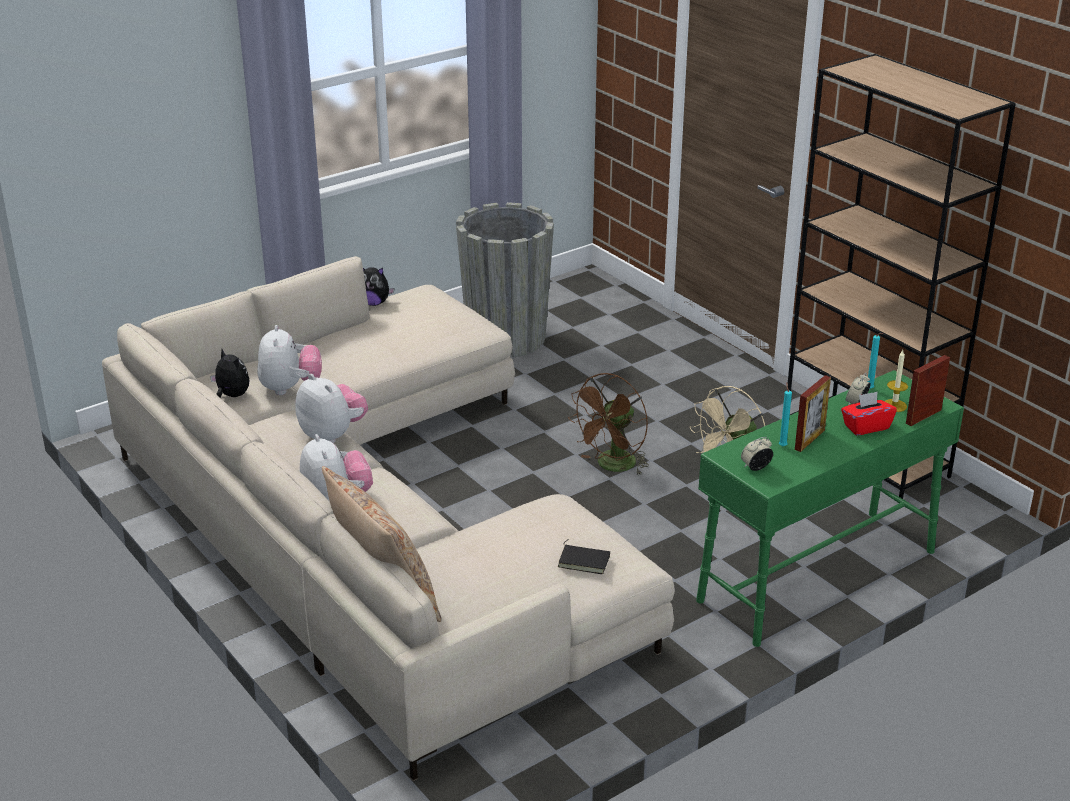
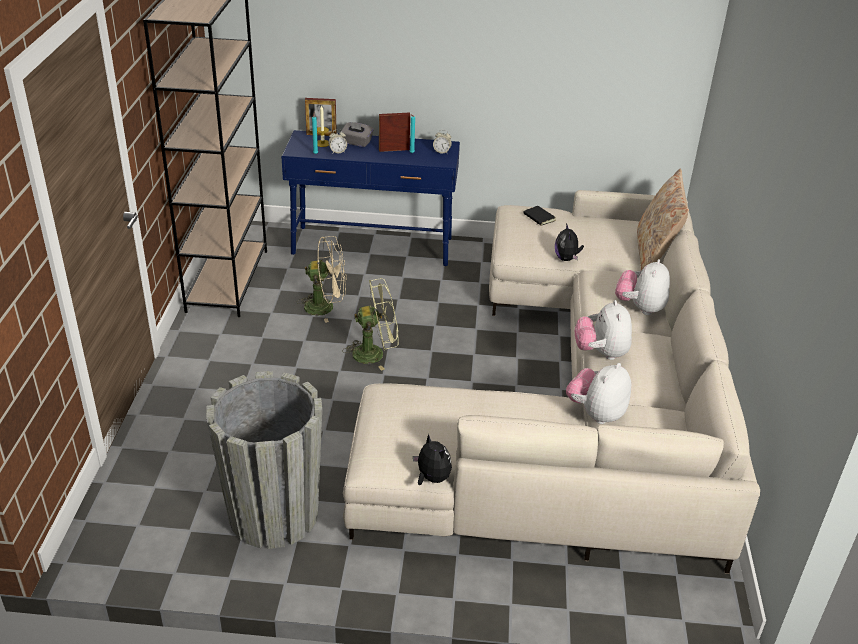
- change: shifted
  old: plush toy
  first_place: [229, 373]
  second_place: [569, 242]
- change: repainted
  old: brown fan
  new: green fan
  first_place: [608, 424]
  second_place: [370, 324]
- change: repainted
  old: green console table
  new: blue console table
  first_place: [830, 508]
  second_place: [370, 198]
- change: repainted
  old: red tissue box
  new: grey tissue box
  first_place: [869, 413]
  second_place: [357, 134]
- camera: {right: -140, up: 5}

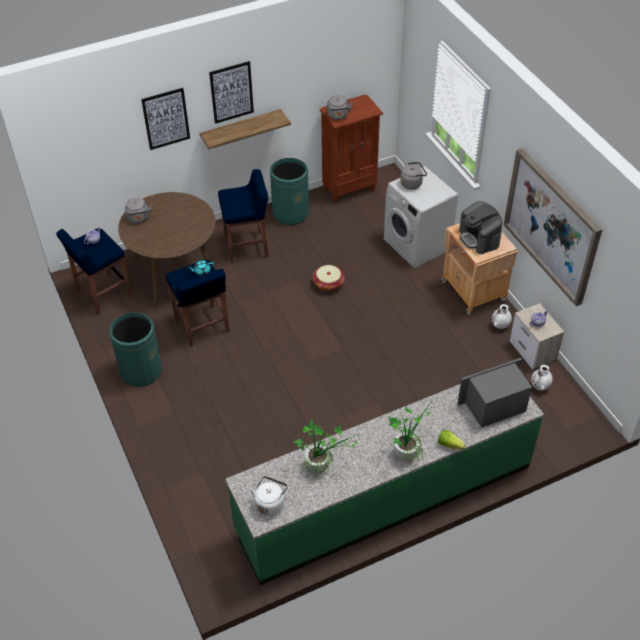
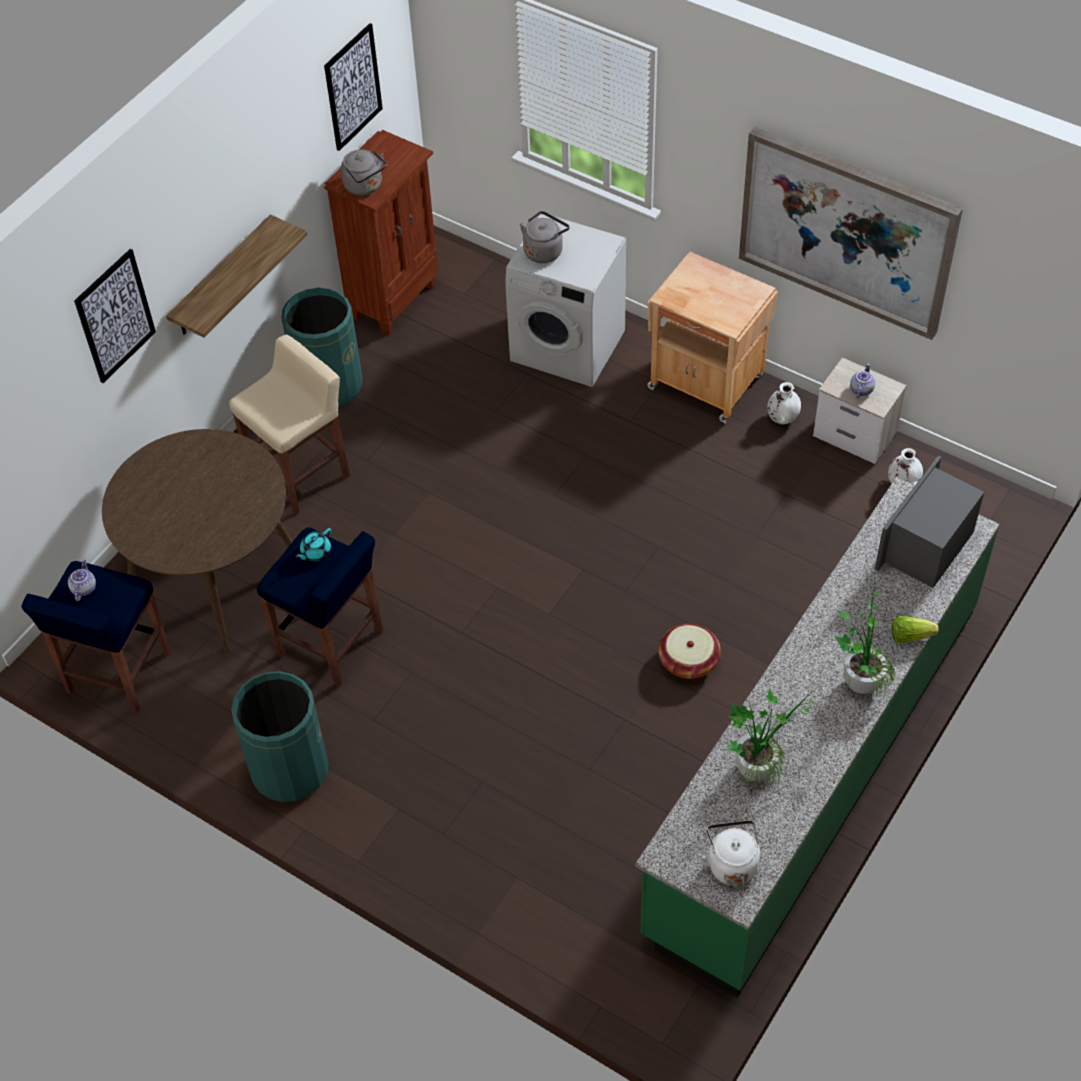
- change: gone
  old: grey kettle
  first_place: [139, 210]
- change: shifted
  old: picture
  first_place: [231, 92]
  second_place: [353, 87]
- change: repainted
  old: blue stool
  new: beige stool
  first_place: [243, 216]
  second_place: [289, 425]
- change: shifted
  old: basket
  first_place: [329, 278]
  second_place: [690, 651]
- change: gone
  old: coffee machine
  first_place: [480, 227]
- camera: {right: -30, up: 5}

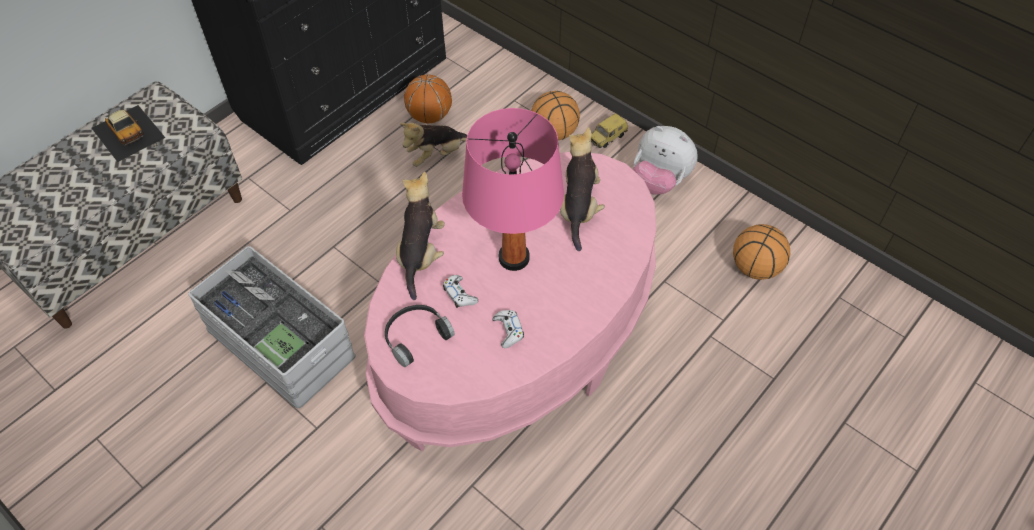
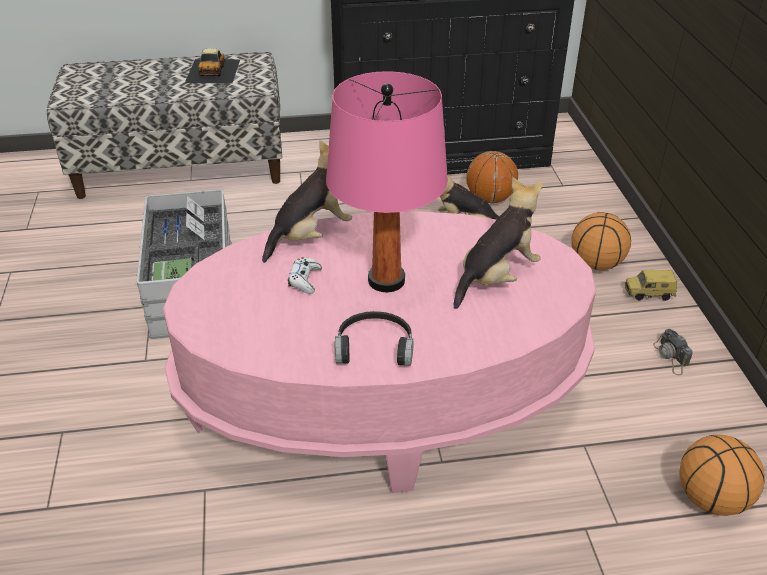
- change: shifted
  old: black headphones
  first_place: [420, 336]
  second_place: [374, 338]
- change: gone
  old: white game controller
  first_place: [508, 329]
- change: swapped
  old: plush toy
  new: photo camera
  first_place: [665, 160]
  second_place: [673, 352]
- camera: {right: 40, up: -15}

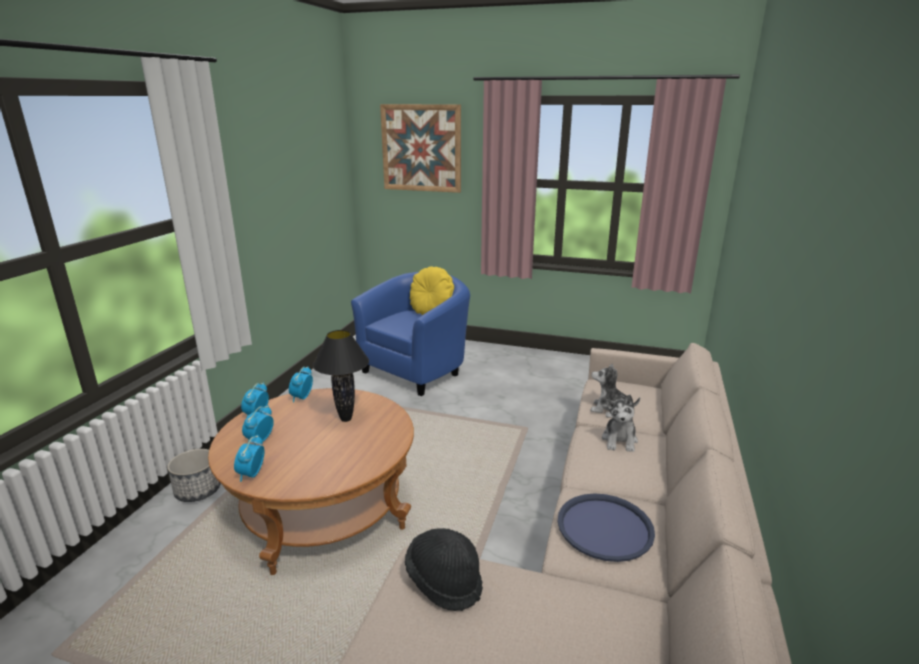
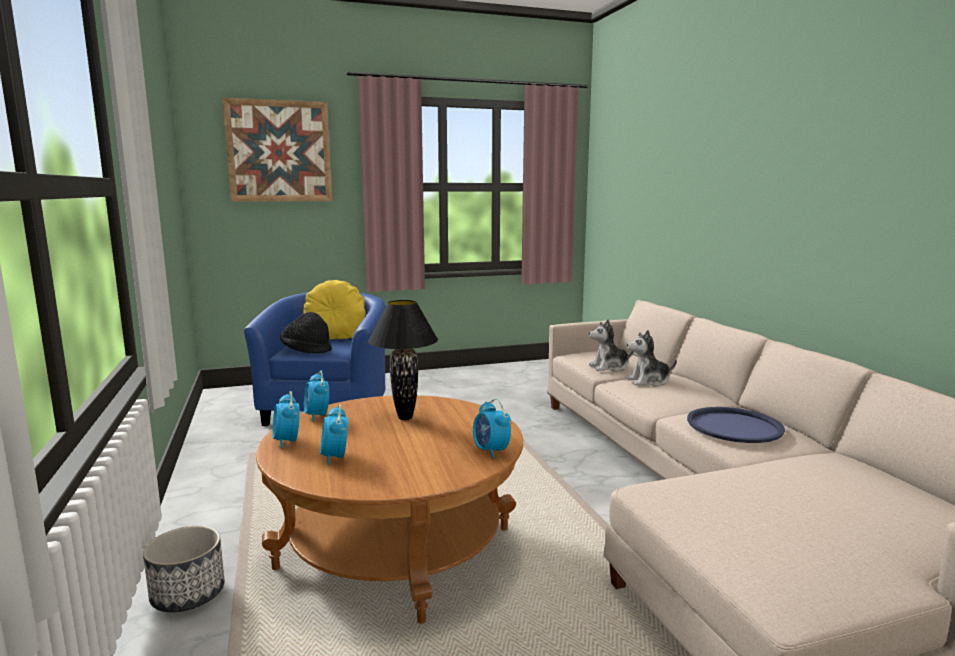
- change: shifted
  old: alarm clock
  first_place: [249, 458]
  second_place: [492, 429]
- change: shifted
  old: black hat
  first_place: [444, 569]
  second_place: [306, 333]
- change: rotated
  old: plush toy
  first_place: [620, 423]
  second_place: [651, 358]
  degrees: 105
- camera: {right: -35, up: -10}

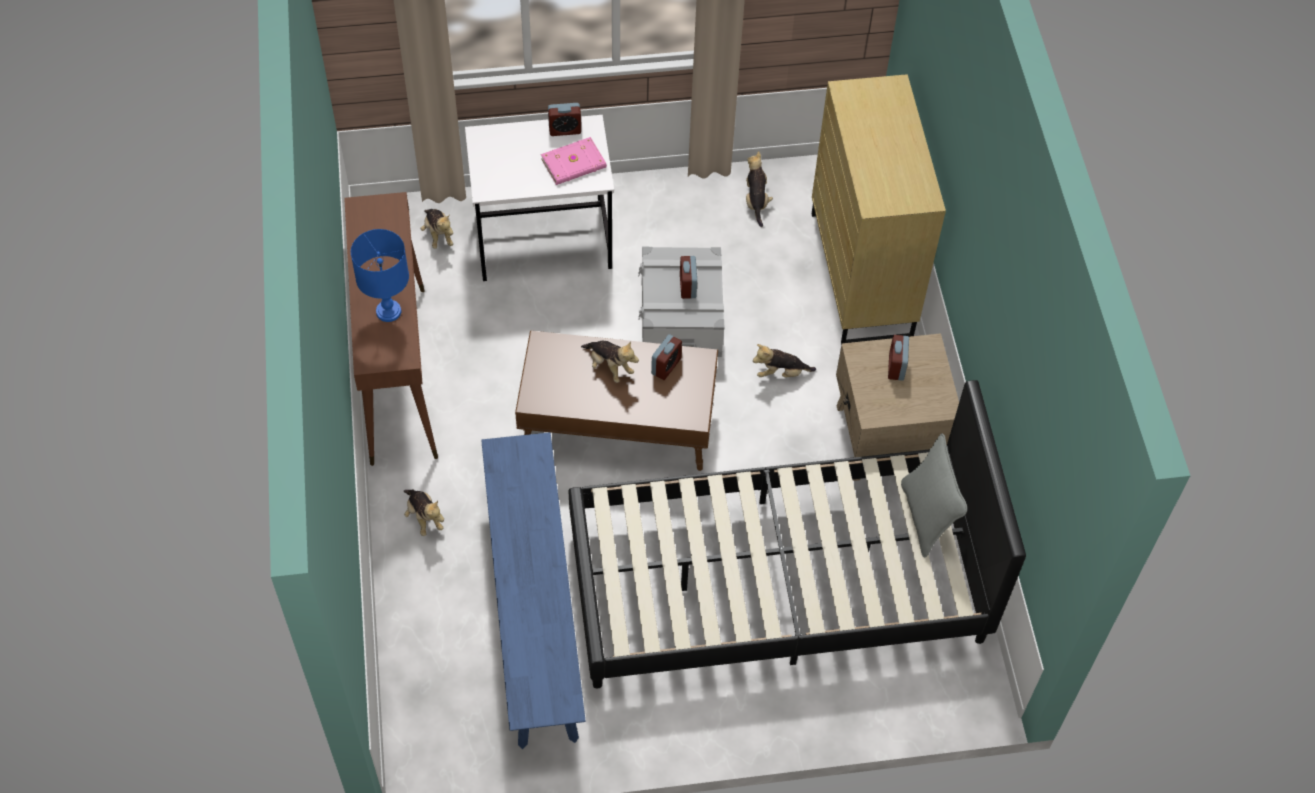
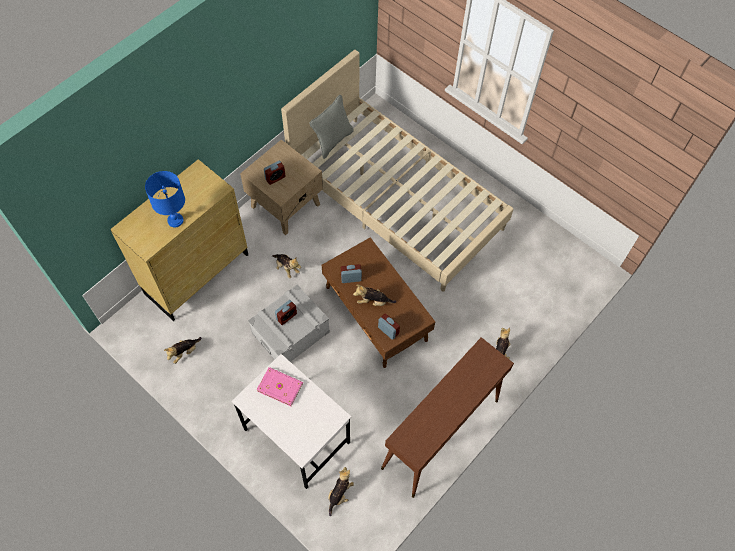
- change: shifted
  old: blue table lamp
  first_place: [380, 275]
  second_place: [165, 199]
- change: gone
  old: blue bench
  first_place: [533, 590]
- change: shifted
  old: alarm clock
  first_place: [564, 119]
  second_place: [389, 327]
- change: repainted
  old: black bed
  new: beige bed
  first_place: [797, 534]
  second_place: [397, 171]
- change: rotated
  old: plush toy
  first_place: [610, 362]
  second_place: [374, 295]
  degrees: -90
- camera: {right: -130, up: 5}

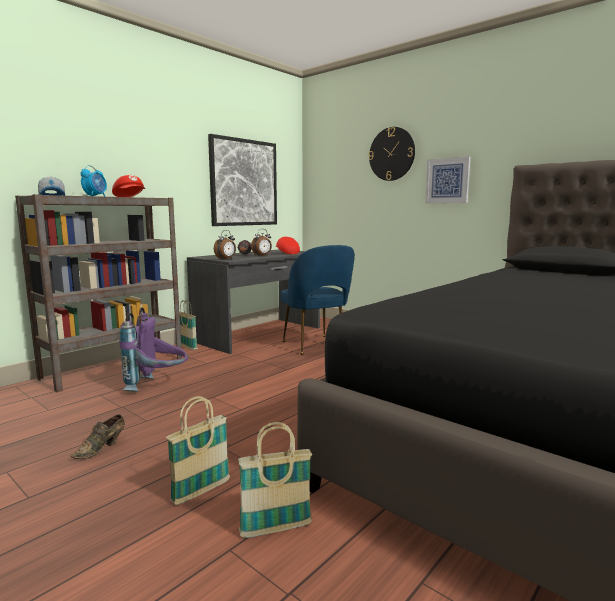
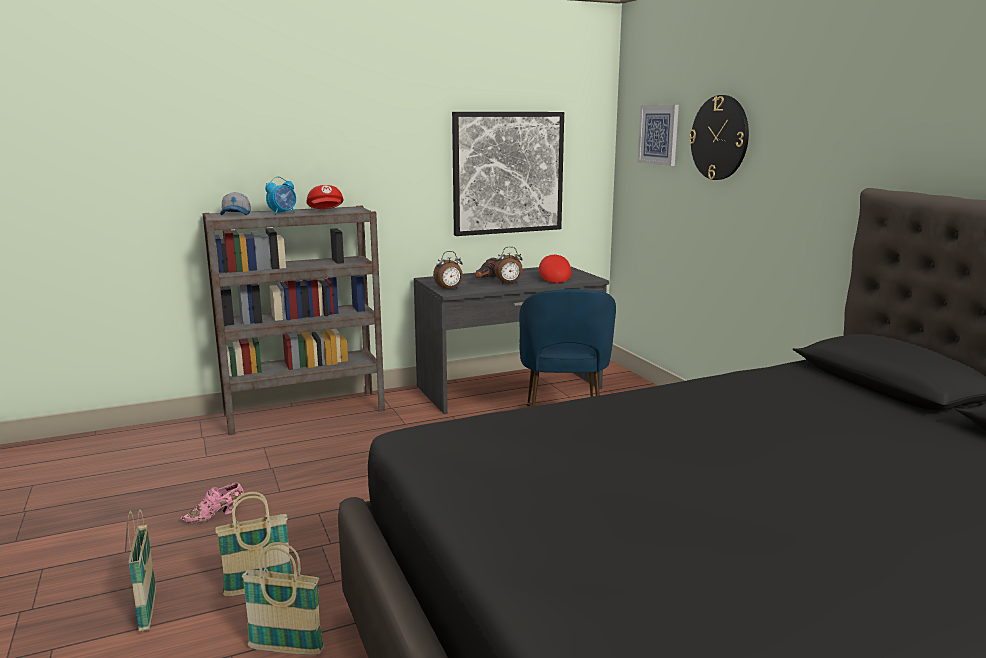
- change: repainted
  old: brown shoe
  new: pink shoe
  first_place: [97, 437]
  second_place: [212, 502]
- change: gone
  old: purple backpack
  first_place: [153, 349]
- change: shifted
  old: basket
  first_place: [189, 325]
  second_place: [142, 570]
- change: shifted
  old: picture
  first_place: [448, 179]
  second_place: [658, 135]
- camera: {right: 25, up: 5}

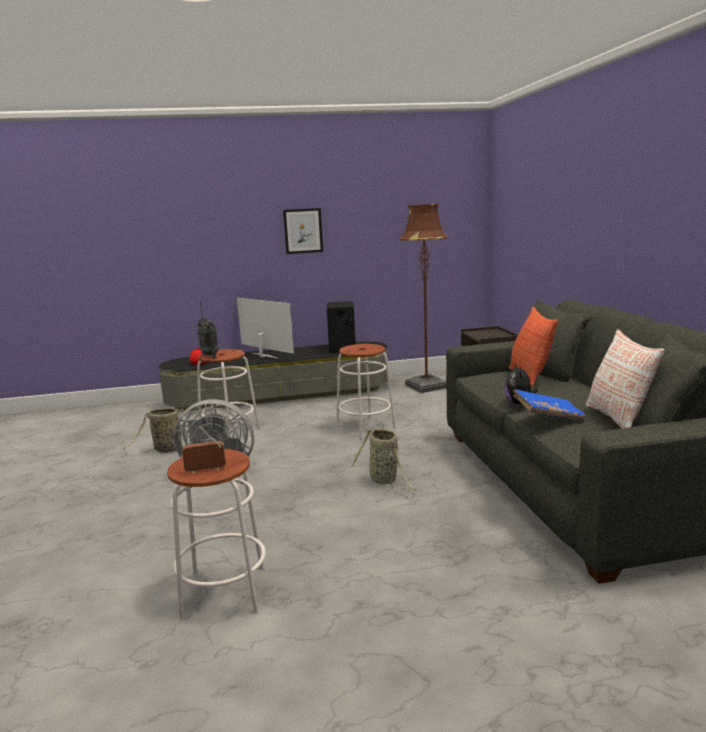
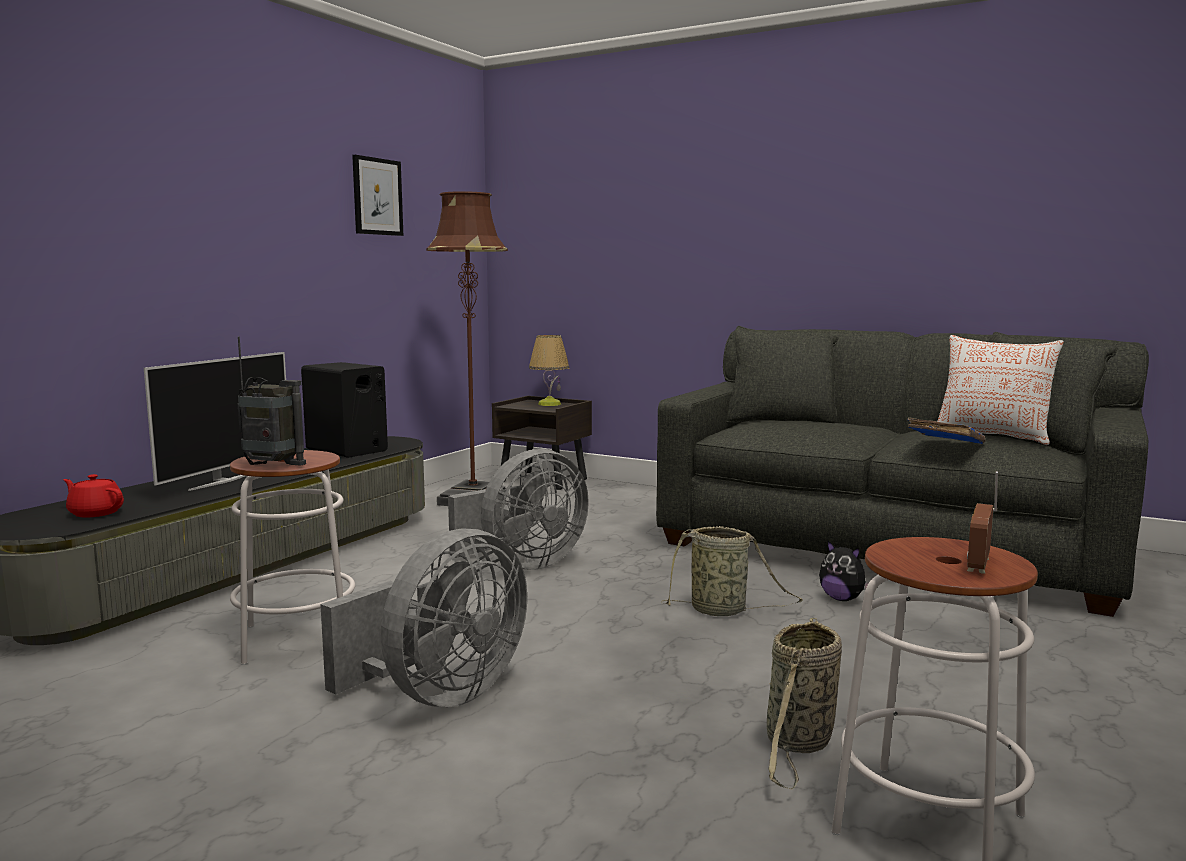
- change: shifted
  old: basket
  first_place: [155, 431]
  second_place: [804, 703]
- change: rotated
  old: television
  first_place: [265, 328]
  second_place: [215, 421]
  degrees: 120
- change: shifted
  old: picture
  first_place: [303, 231]
  second_place: [377, 195]
- change: swapped
  old: white stool
  new: grey fan
  first_place: [366, 391]
  second_place: [518, 509]
- change: shifted
  old: plush toy
  first_place: [521, 383]
  second_place: [844, 571]
- change: gone
  old: orange pillow
  first_place: [533, 347]
- change: new
  new: table lamp
  second_place: [549, 370]
- camera: {right: -50, up: -5}

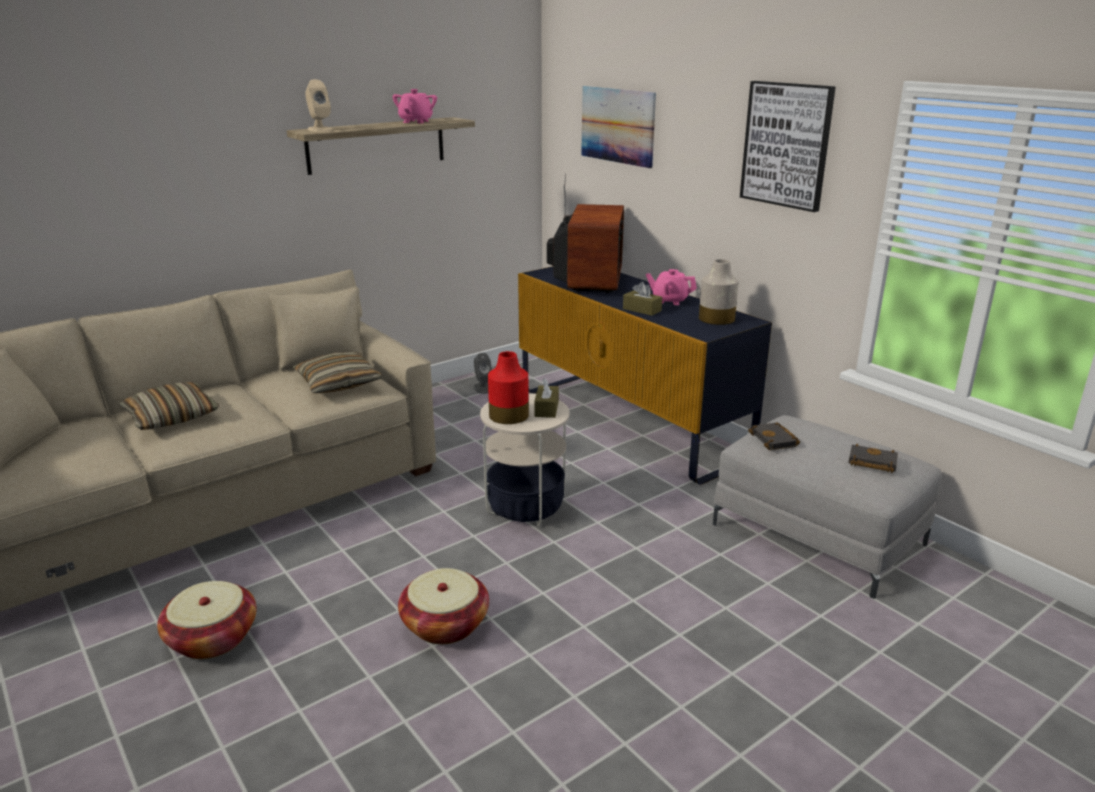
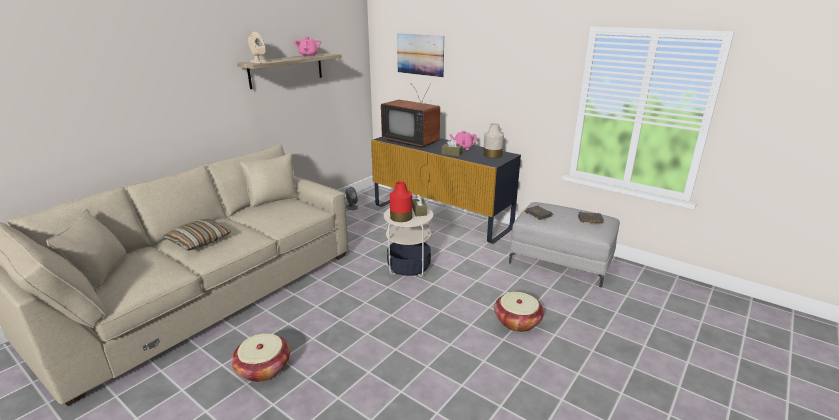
- change: gone
  old: pillow
  first_place: [337, 372]
- change: shifted
  old: basket
  first_place: [443, 606]
  second_place: [519, 312]
- change: rotated
  old: television
  first_place: [585, 233]
  second_place: [410, 116]
  degrees: 135
- change: gone
  old: picture
  first_place: [788, 146]
- camera: {right: -15, up: 0}

